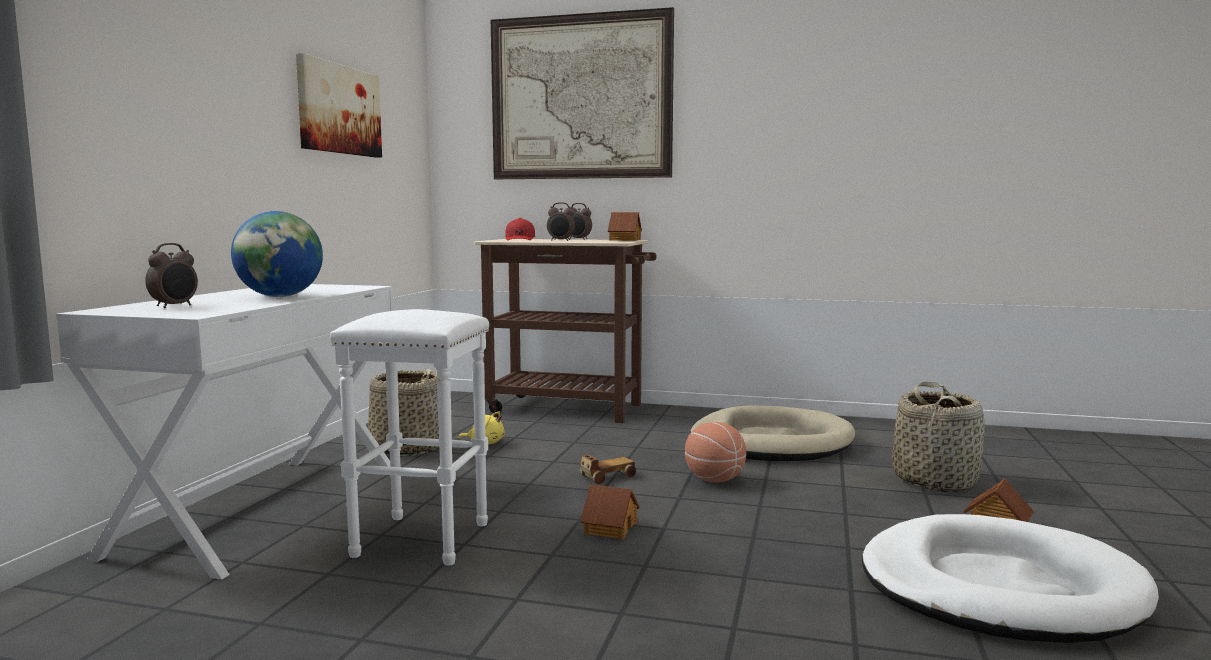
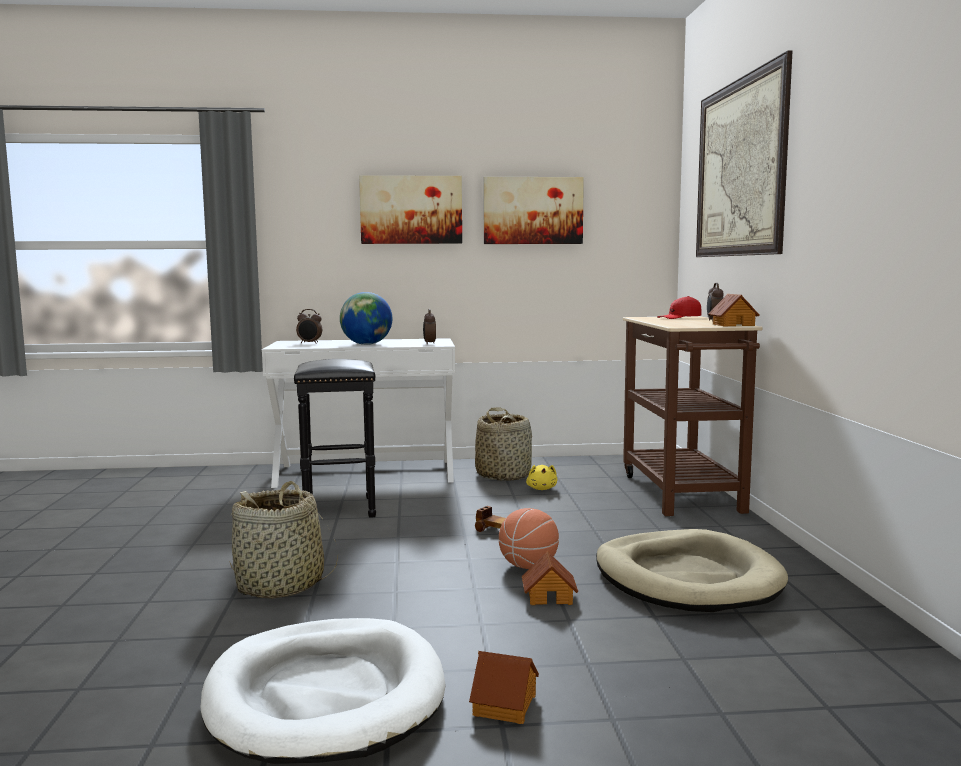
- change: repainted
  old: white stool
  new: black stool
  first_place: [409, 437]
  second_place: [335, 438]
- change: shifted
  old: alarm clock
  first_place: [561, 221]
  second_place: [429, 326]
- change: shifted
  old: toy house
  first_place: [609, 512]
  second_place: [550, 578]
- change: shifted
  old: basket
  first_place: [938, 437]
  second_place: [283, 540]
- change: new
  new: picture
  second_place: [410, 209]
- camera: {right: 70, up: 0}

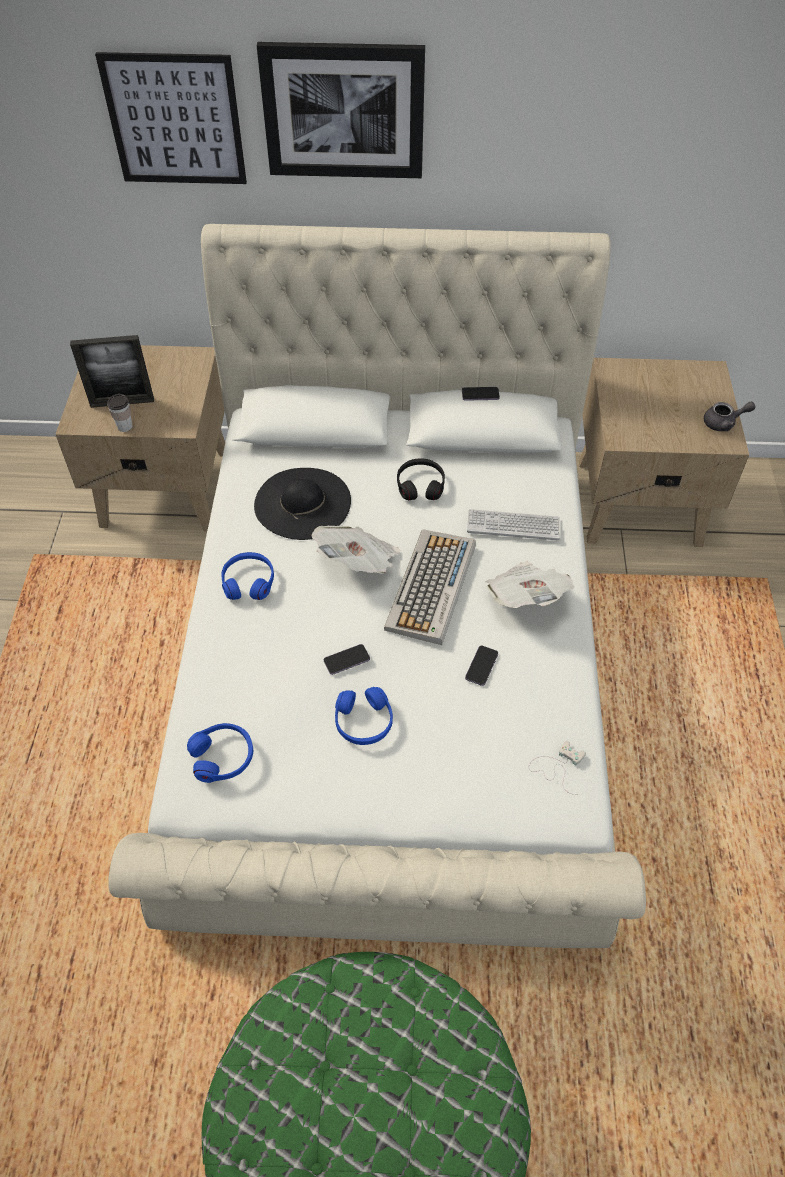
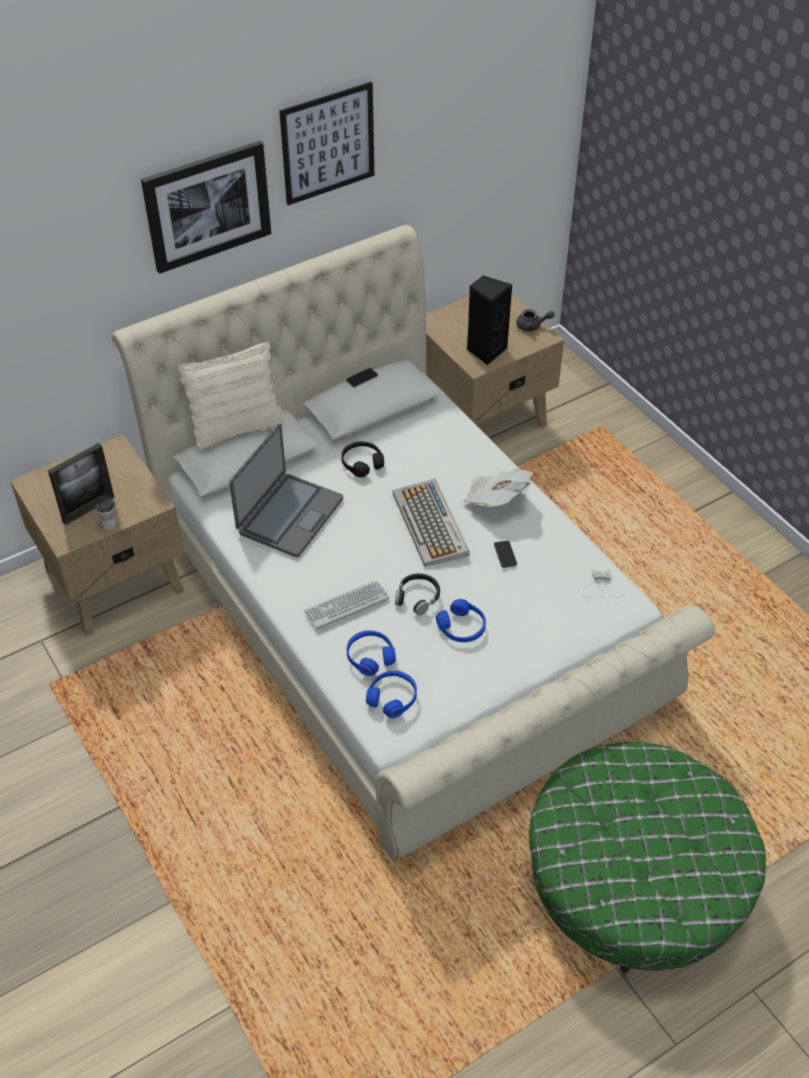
- change: shifted
  old: picture
  first_place: [171, 118]
  second_place: [326, 144]
- change: shifted
  old: blue headphones
  first_place: [248, 576]
  second_place: [371, 653]
- change: swapped
  old: black hat
  new: laptop
  first_place: [302, 504]
  second_place: [286, 490]
- change: gone
  old: newspaper
  first_place: [356, 550]
- change: swapped
  old: phone
  new: black headphones
  first_place: [347, 659]
  second_place: [417, 594]
- change: shifted
  old: keyboard
  first_place: [513, 525]
  second_place: [347, 604]
- change: rotated
  old: grey teapot
  first_place: [730, 416]
  second_place: [536, 320]
  degrees: 45
- change: new
  new: beige pillow
  second_place: [231, 395]
- change: new
  new: black speaker
  second_place: [489, 320]
- camera: {right: -35, up: -5}

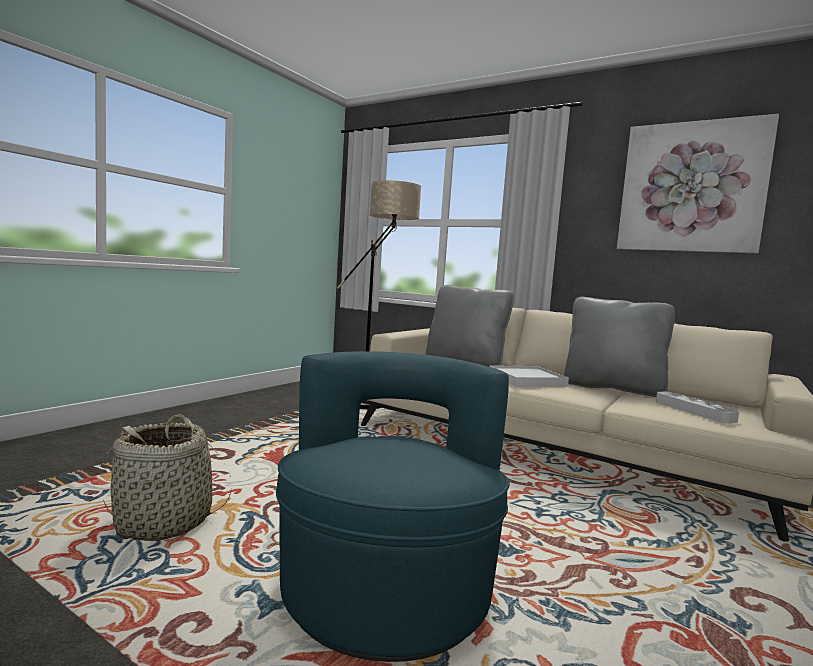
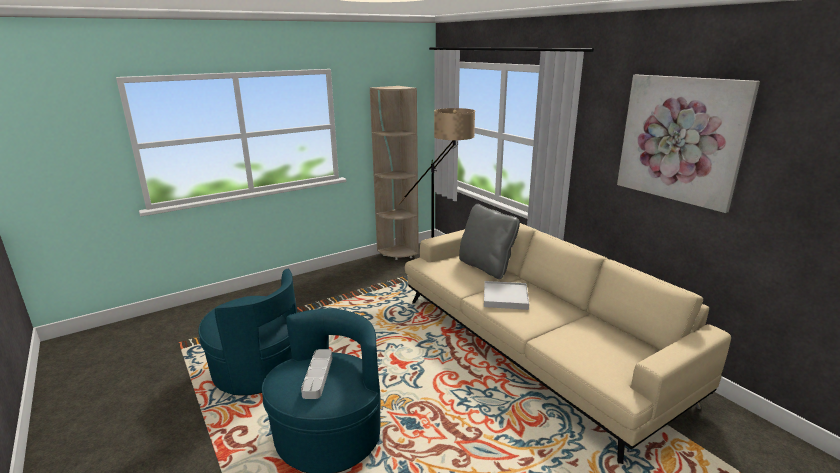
- change: swapped
  old: basket
  new: turquoise armchair
  first_place: [167, 477]
  second_place: [247, 332]
- change: gone
  old: grey pillow
  first_place: [619, 347]
- change: shifted
  old: grey tray
  first_place: [697, 407]
  second_place: [316, 374]
- change: new
  new: beige bookcase
  second_place: [394, 173]
- camera: {right: 25, up: 15}

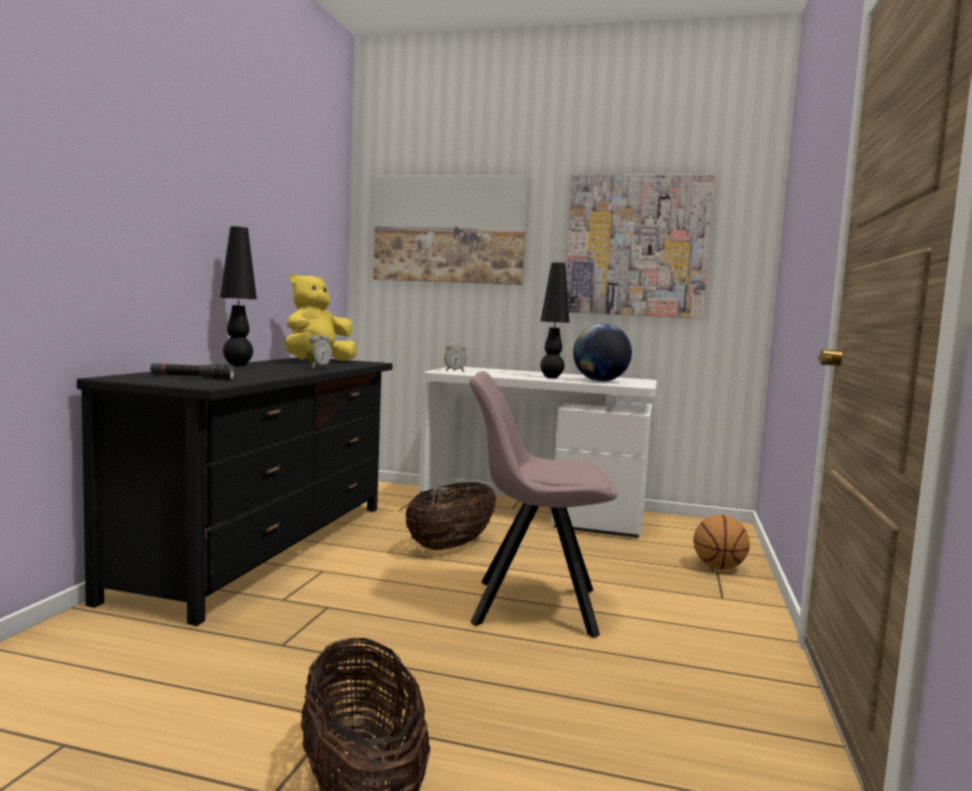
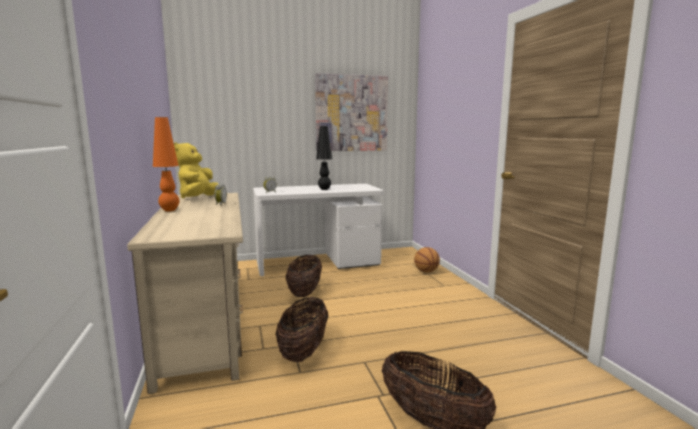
- change: repainted
  old: black dresser
  new: beige dresser
  first_place: [235, 491]
  second_place: [185, 293]
- change: gone
  old: black flashlight
  first_place: [192, 371]
- change: repainted
  old: black table lamp
  new: orange table lamp
  first_place: [238, 296]
  second_place: [166, 164]
- change: gone
  old: picture
  first_place: [450, 230]
- change: gone
  old: pink chair
  first_place: [543, 504]
- change: gone
  old: globe
  first_place: [602, 352]
- change: new
  new: basket
  second_place: [301, 329]
- camera: {right: -30, up: 5}

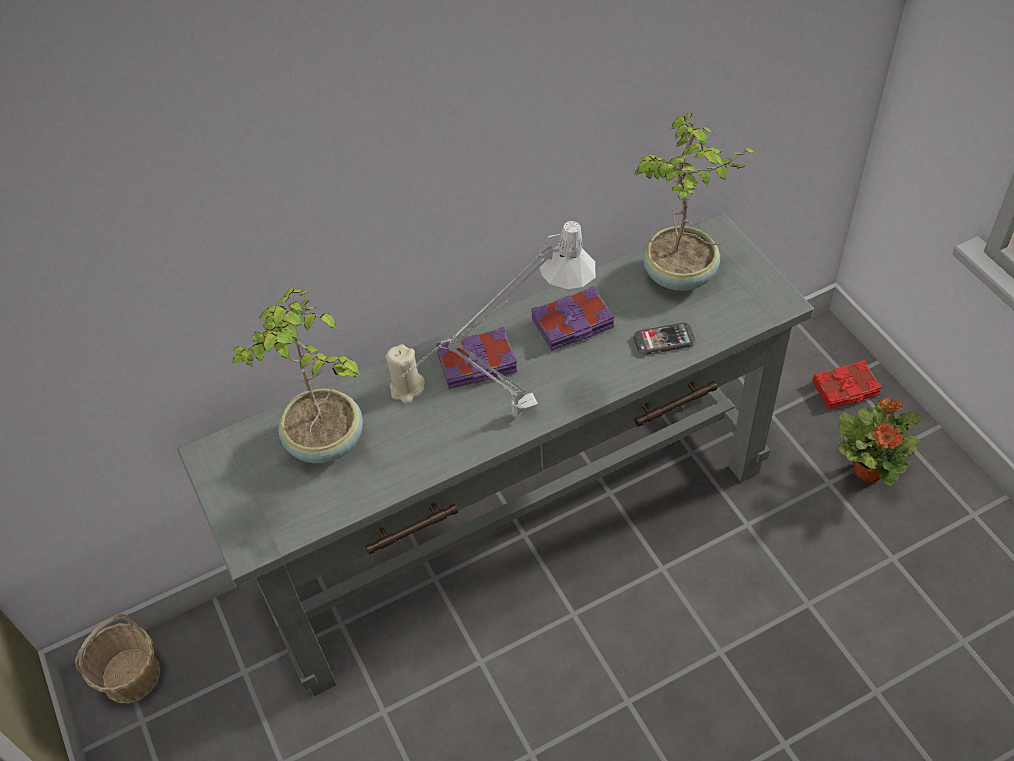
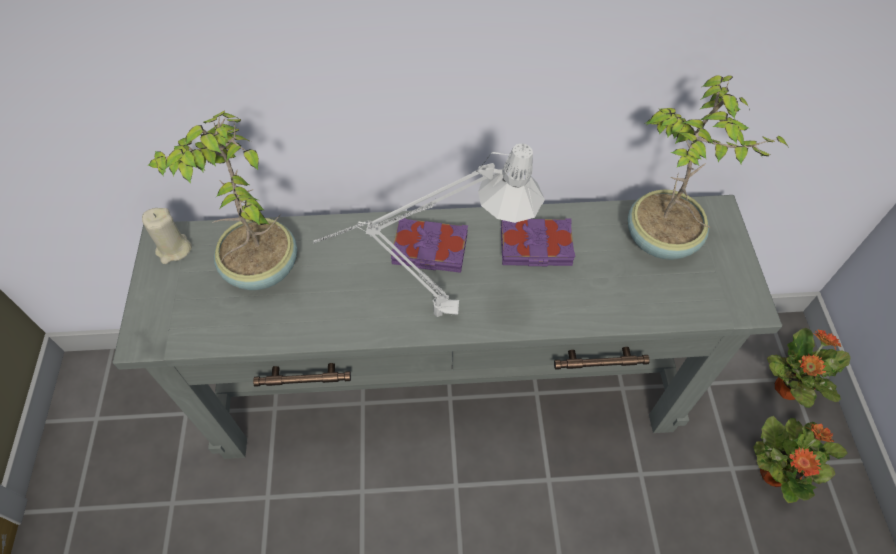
- change: gone
  old: basket
  first_place: [117, 659]
- change: shifted
  old: beige candle
  first_place: [405, 374]
  second_place: [167, 236]
- change: gone
  old: phone
  first_place: [665, 338]
- change: swapped
  old: red book
  new: potted plant
  first_place: [847, 384]
  second_place: [809, 368]
- camera: {right: 20, up: 5}

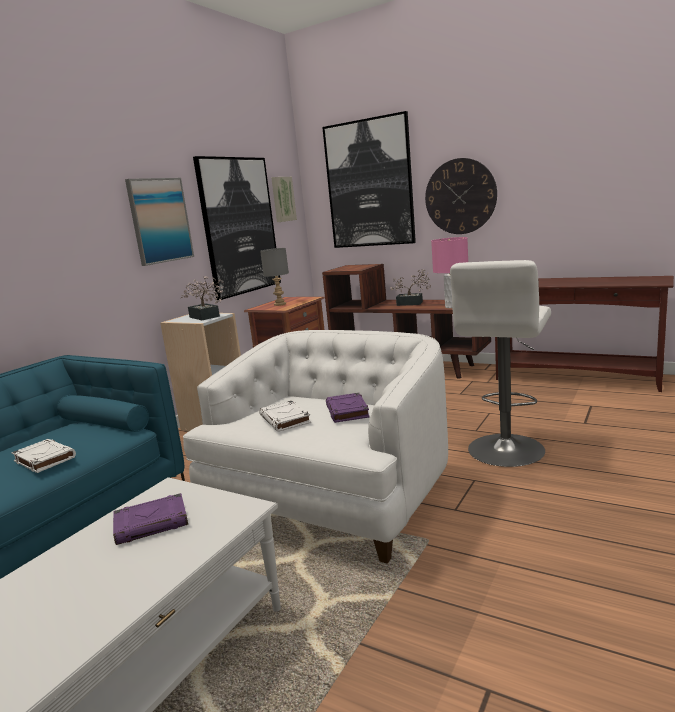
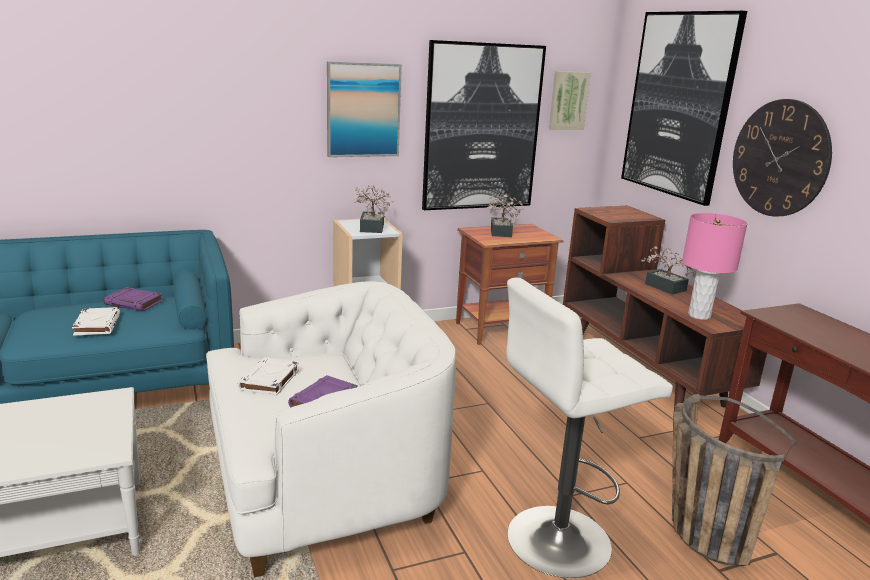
- change: shifted
  old: purple book
  first_place: [150, 519]
  second_place: [133, 299]
- change: swapped
  old: grey table lamp
  new: potted plant
  first_place: [274, 277]
  second_place: [505, 215]
- change: new
  new: basket
  second_place: [734, 480]
- camera: {right: 35, up: 5}

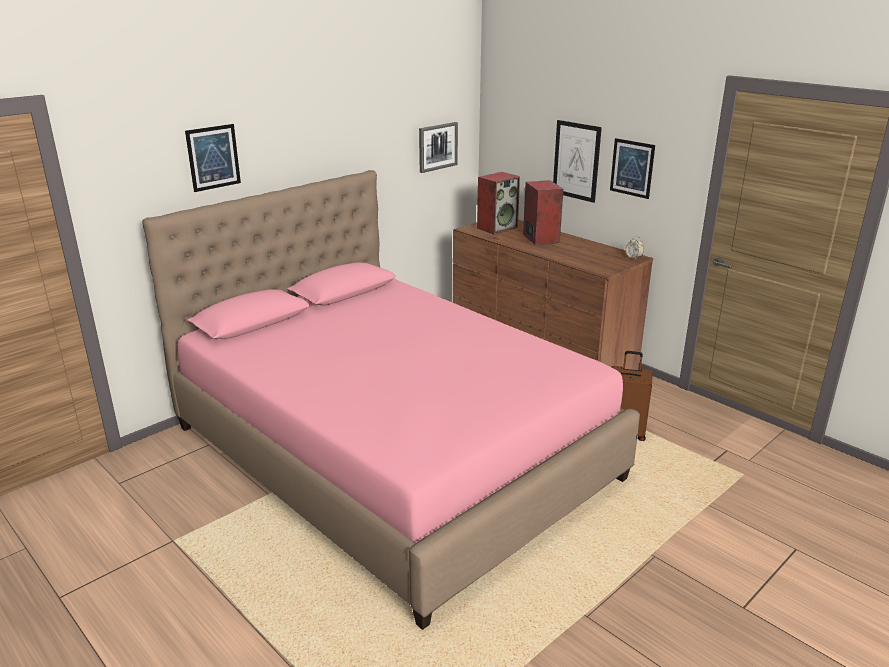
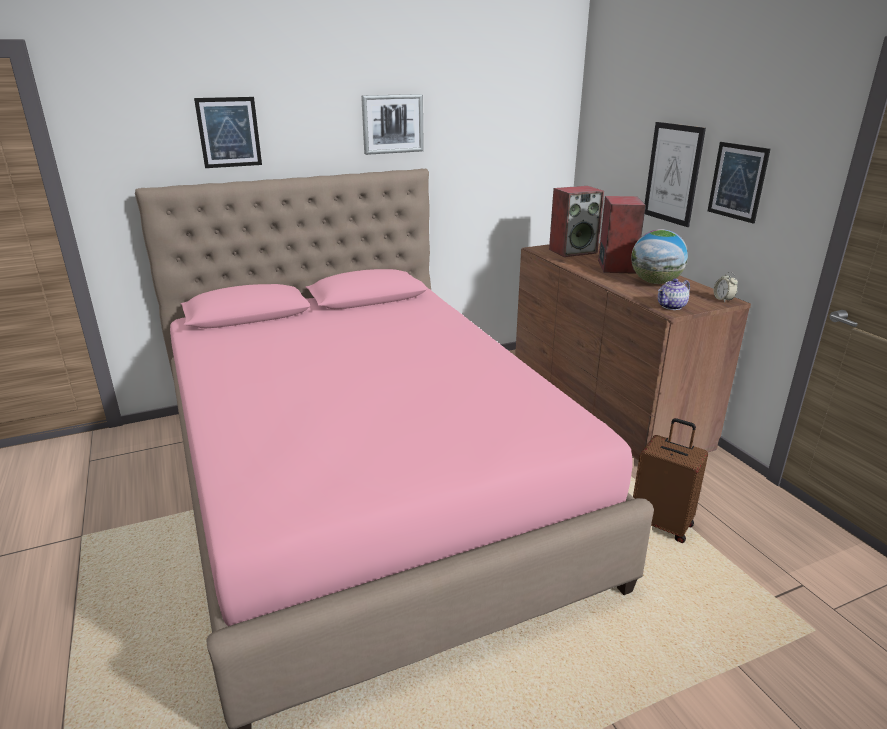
- change: shifted
  old: picture
  first_place: [438, 147]
  second_place: [392, 124]
- change: new
  new: globe
  second_place: [659, 256]
- change: new
  new: teapot
  second_place: [674, 294]
- camera: {right: 20, up: 0}

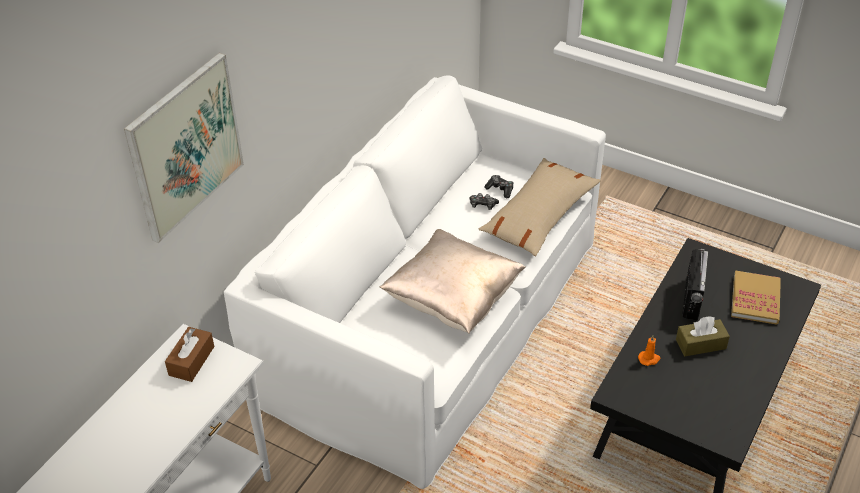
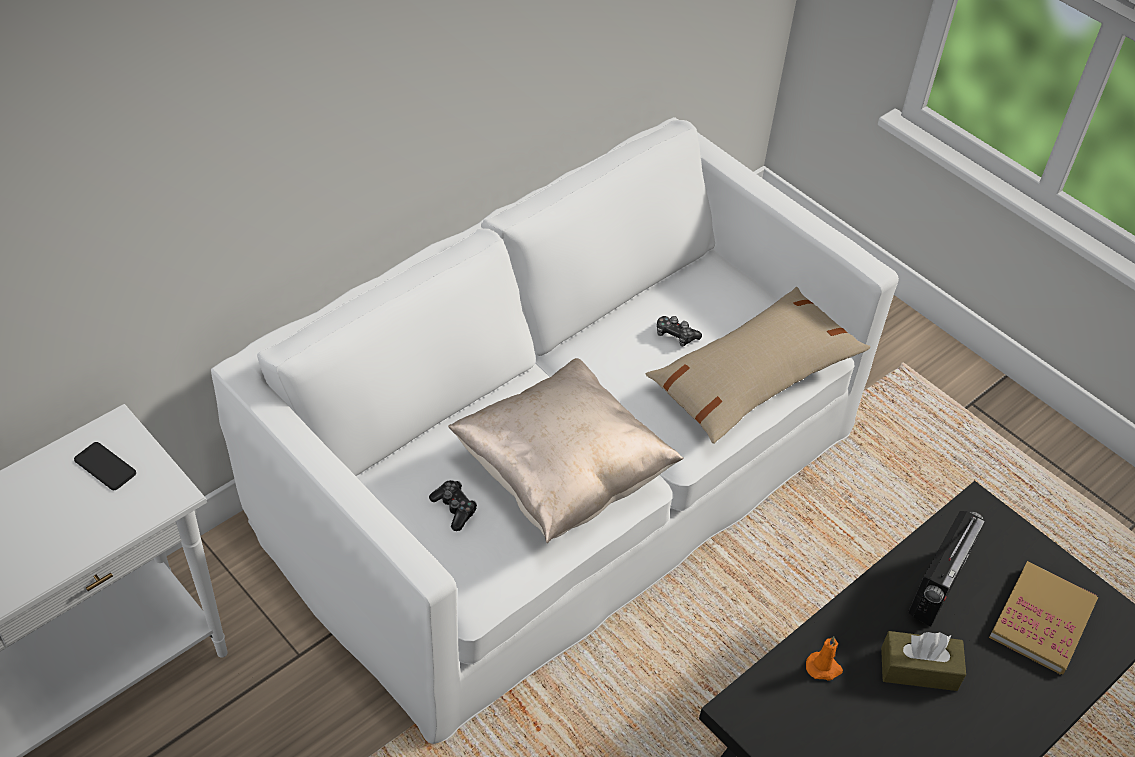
- change: gone
  old: picture
  first_place: [184, 148]
- change: swapped
  old: brown tissue box
  new: phone
  first_place: [189, 354]
  second_place: [105, 466]
- change: shifted
  old: game controller
  first_place: [499, 186]
  second_place: [453, 505]
- camera: {right: 15, up: 5}

